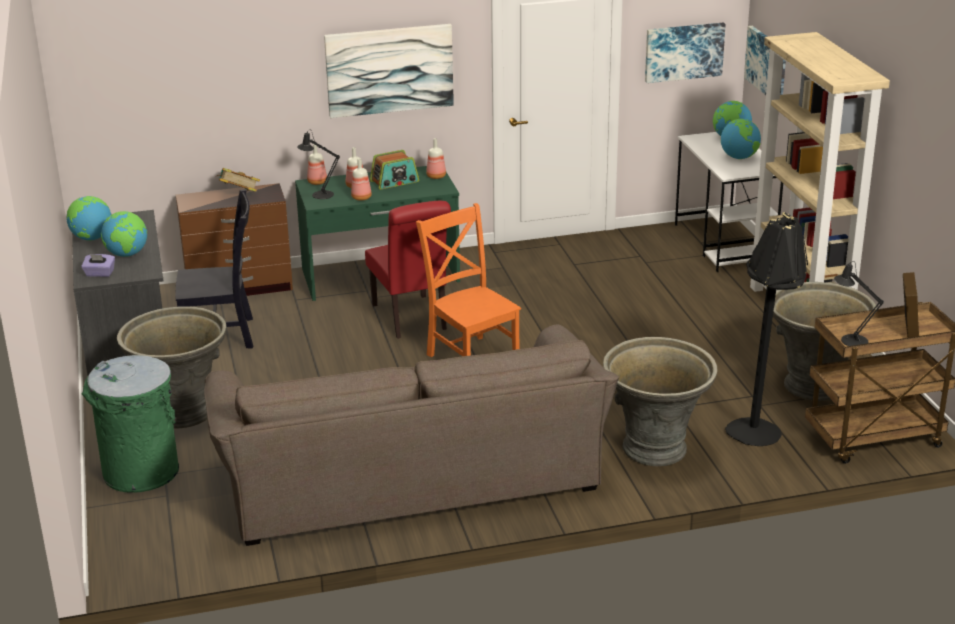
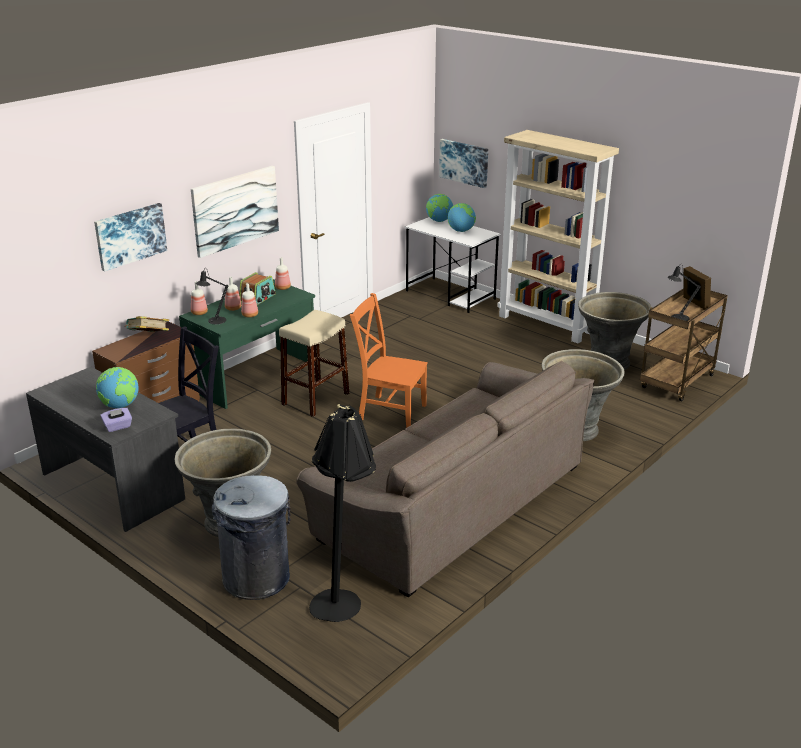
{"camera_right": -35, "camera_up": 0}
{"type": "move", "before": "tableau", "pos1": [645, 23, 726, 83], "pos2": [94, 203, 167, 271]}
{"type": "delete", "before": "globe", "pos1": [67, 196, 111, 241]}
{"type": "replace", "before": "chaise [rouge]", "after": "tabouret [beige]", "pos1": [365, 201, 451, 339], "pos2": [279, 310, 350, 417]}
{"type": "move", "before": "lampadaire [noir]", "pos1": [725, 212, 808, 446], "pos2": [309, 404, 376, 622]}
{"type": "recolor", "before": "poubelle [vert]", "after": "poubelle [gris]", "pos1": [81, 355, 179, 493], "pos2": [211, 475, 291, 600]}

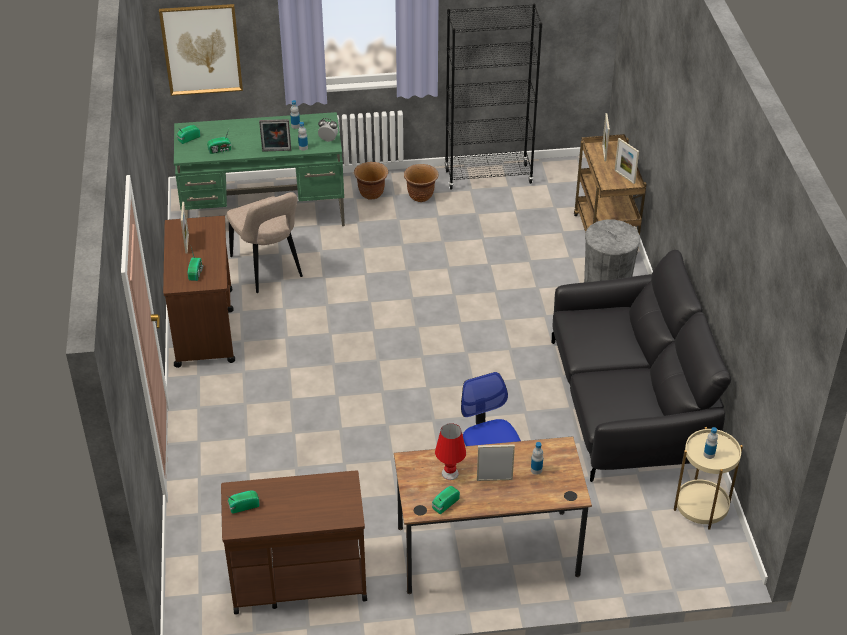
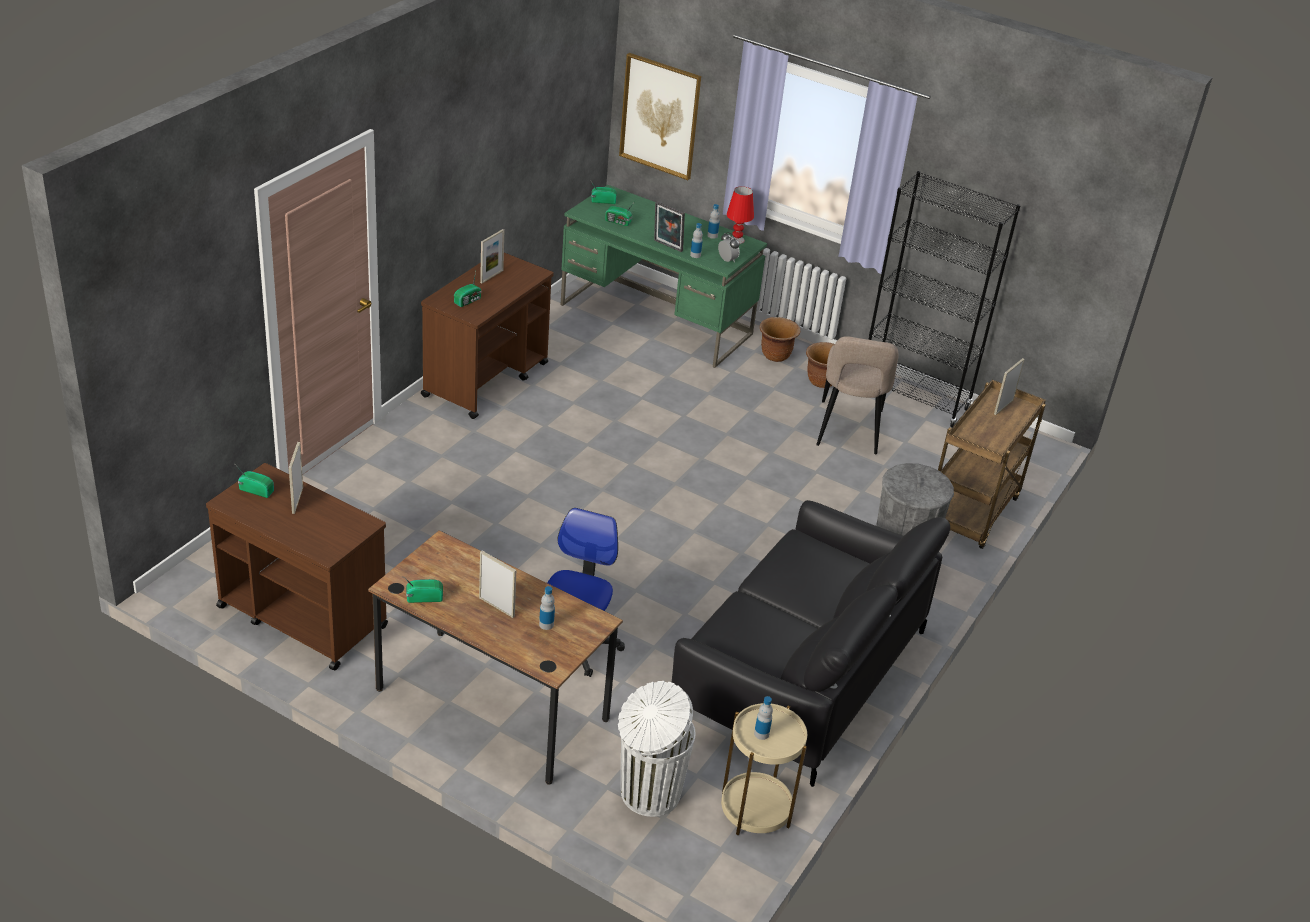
{"camera_right": 35, "camera_up": -5}
{"type": "move", "before": "cadre photo", "pos1": [614, 138, 639, 184], "pos2": [289, 442, 303, 514]}
{"type": "move", "before": "chaise [beige]", "pos1": [227, 192, 303, 293], "pos2": [816, 336, 899, 454]}
{"type": "move", "before": "lampe de table [rouge]", "pos1": [435, 423, 466, 480], "pos2": [726, 186, 754, 244]}
{"type": "insert", "after": "poubelle [blanc]", "pos2": [618, 681, 696, 817]}

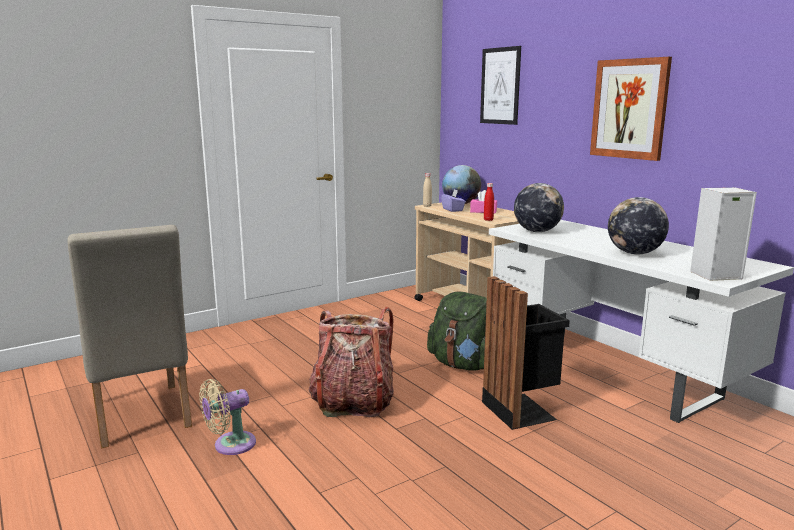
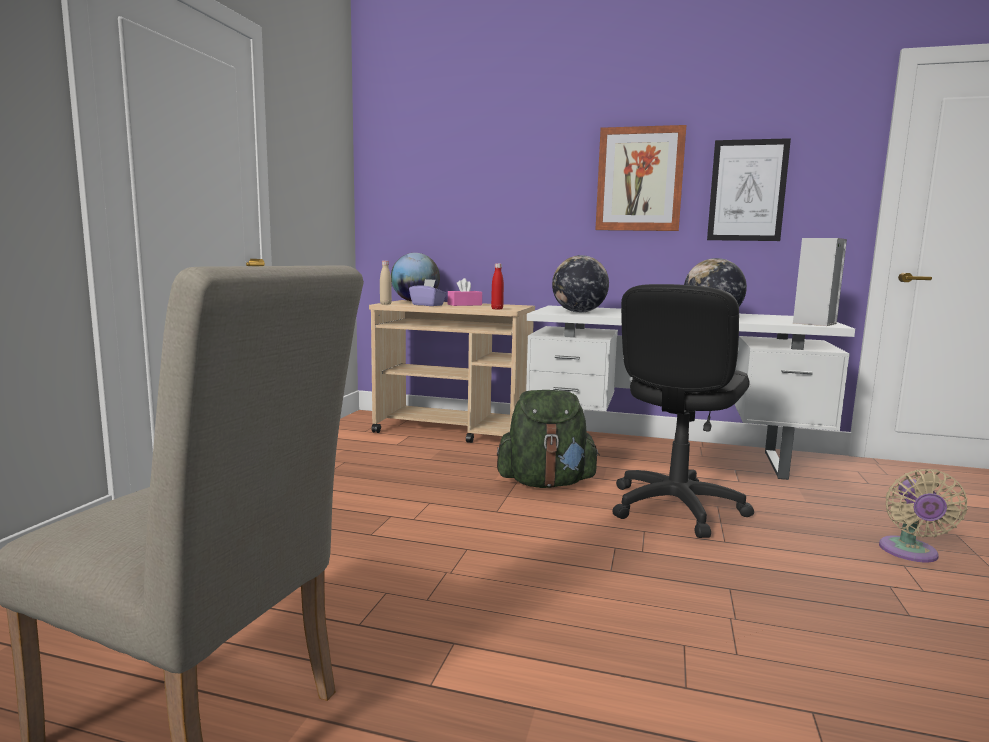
{"camera_right": -40, "camera_up": -5}
{"type": "move", "before": "tableau", "pos1": [480, 46, 521, 125], "pos2": [707, 138, 791, 241]}
{"type": "replace", "before": "poubelle [noir]", "after": "chaise de bureau [noir]", "pos1": [482, 276, 570, 430], "pos2": [612, 284, 754, 538]}
{"type": "delete", "before": "sac à dos", "pos1": [309, 307, 394, 417]}
{"type": "move", "before": "ventilateur [beige]", "pos1": [199, 379, 256, 455], "pos2": [879, 469, 968, 563]}

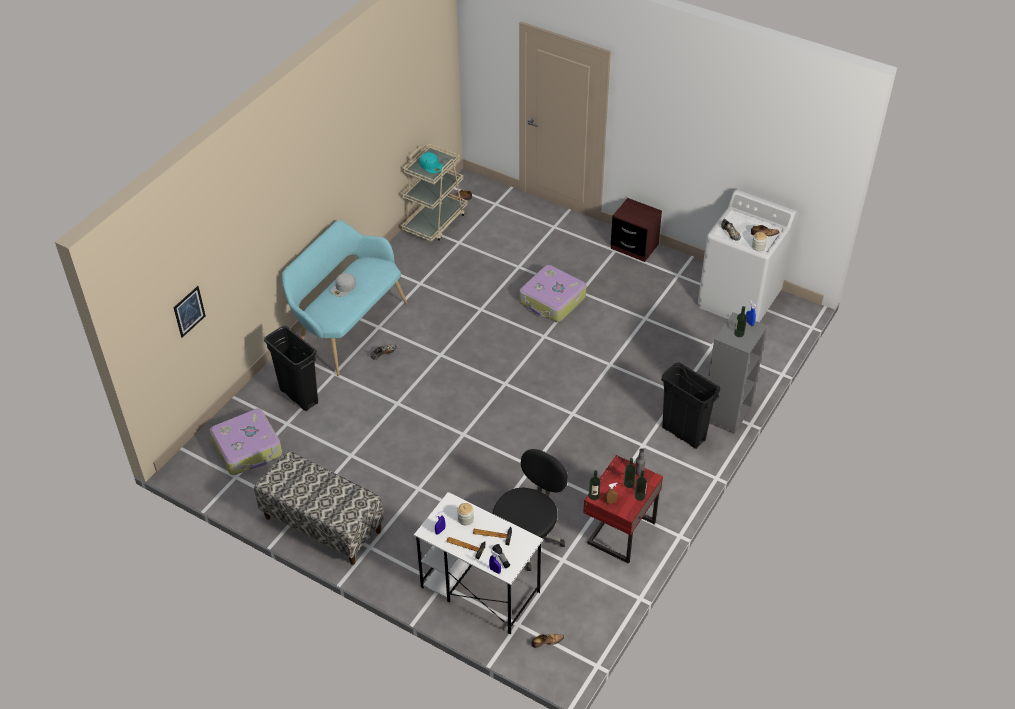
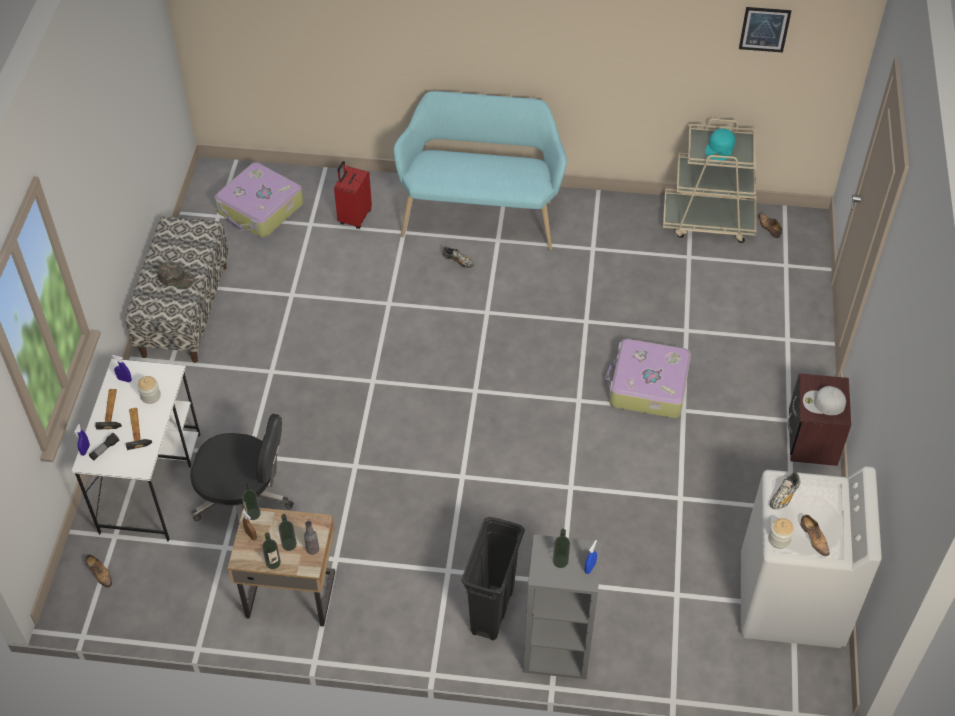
{"camera_right": 65, "camera_up": 5}
{"type": "move", "before": "casquette [blanc]", "pos1": [330, 273, 356, 297], "pos2": [803, 386, 846, 415]}
{"type": "move", "before": "tableau", "pos1": [173, 286, 206, 338], "pos2": [739, 7, 792, 52]}
{"type": "replace", "before": "poubelle [noir]", "after": "valise [rouge]", "pos1": [264, 326, 318, 411], "pos2": [334, 161, 372, 229]}
{"type": "recolor", "before": "table de chevet [rouge]", "after": "table de chevet [beige]", "pos1": [583, 455, 663, 564], "pos2": [228, 506, 335, 627]}
{"type": "insert", "after": "casquette [vert]", "pos2": [157, 261, 196, 289]}

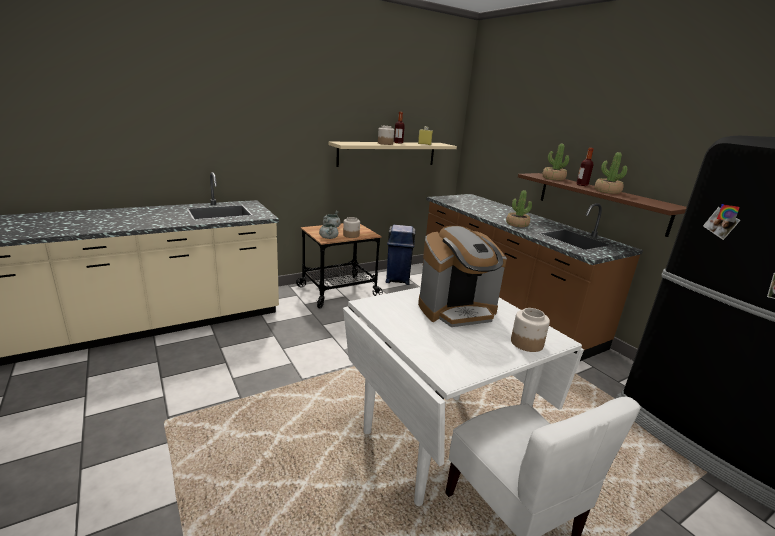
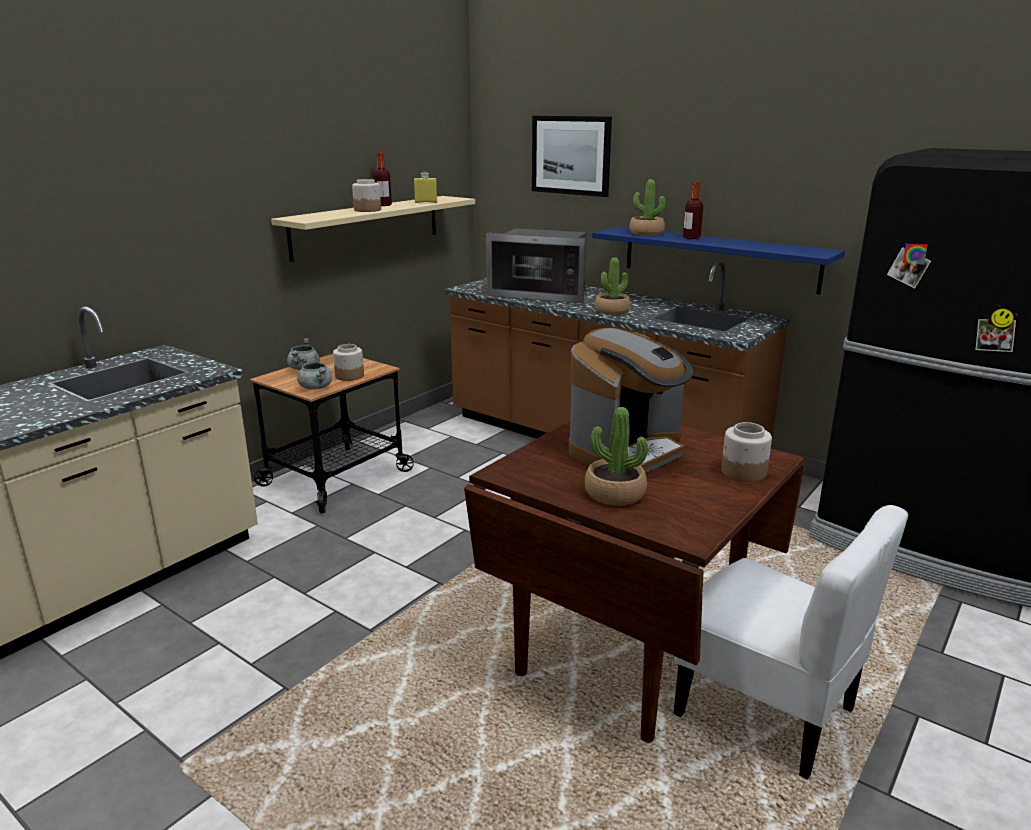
{"camera_right": -20, "camera_up": 0}
{"type": "move", "before": "plante en pot", "pos1": [595, 152, 627, 194], "pos2": [585, 407, 648, 506]}
{"type": "recolor", "before": "étagère [marron]", "after": "étagère [bleu]", "pos1": [518, 173, 687, 237], "pos2": [592, 227, 845, 295]}
{"type": "delete", "before": "poubelle [bleu]", "pos1": [386, 225, 416, 285]}
{"type": "recolor", "before": "table à manger [blanc]", "after": "table à manger [marron]", "pos1": [343, 287, 584, 506], "pos2": [464, 421, 805, 743]}
{"type": "insert", "after": "tableau", "pos2": [532, 116, 612, 197]}
{"type": "insert", "after": "micro-ondes", "pos2": [486, 228, 587, 304]}

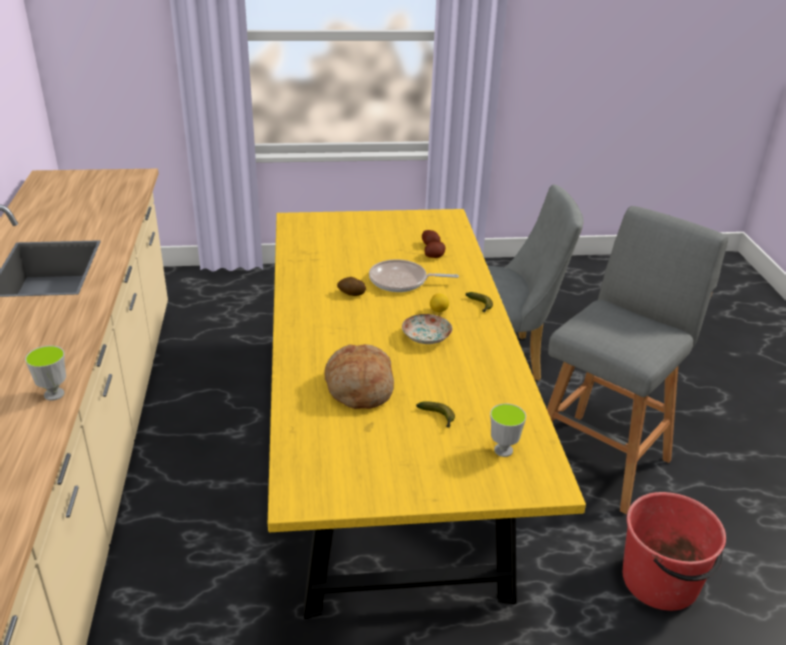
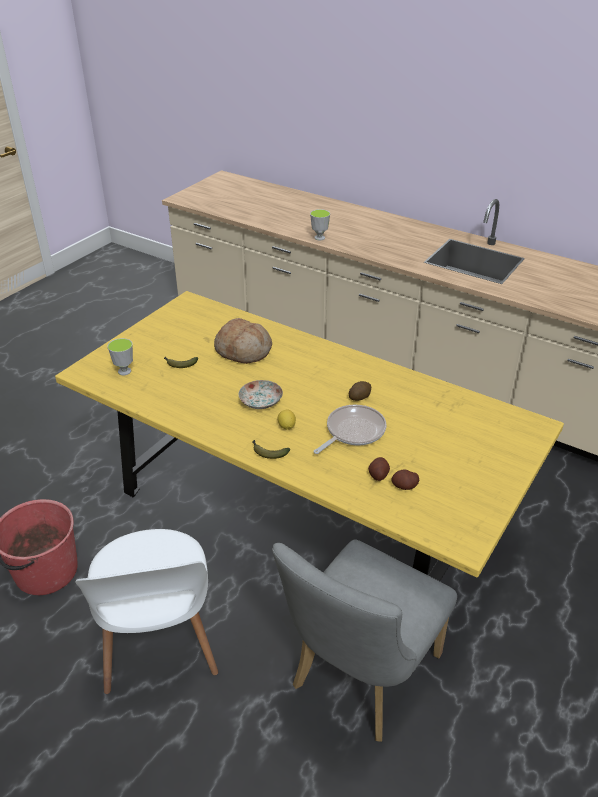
{"camera_right": 130, "camera_up": 5}
{"type": "replace", "before": "tabouret [gris]", "after": "chaise [blanc]", "pos1": [547, 206, 729, 514], "pos2": [75, 529, 218, 694]}

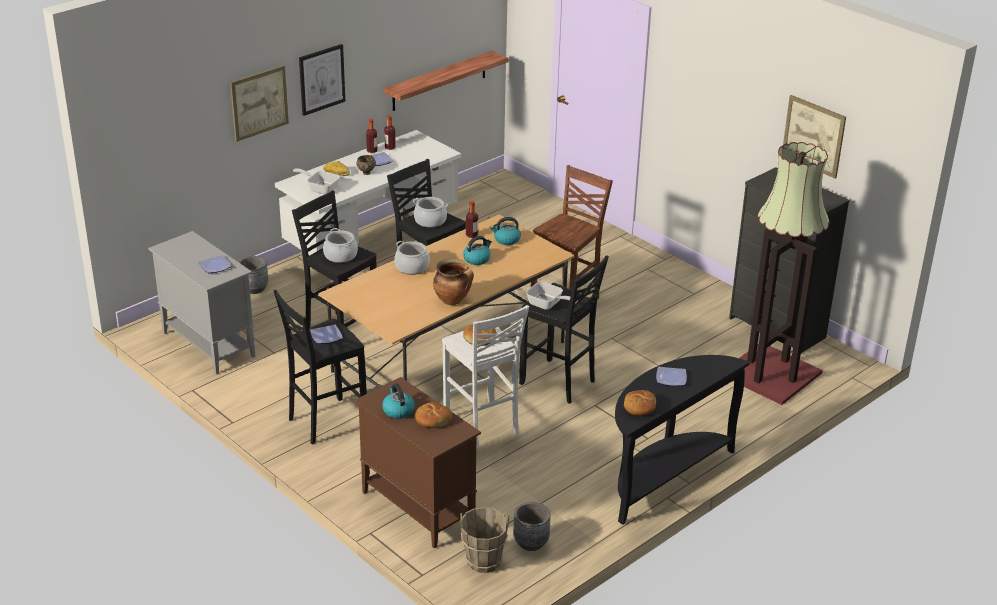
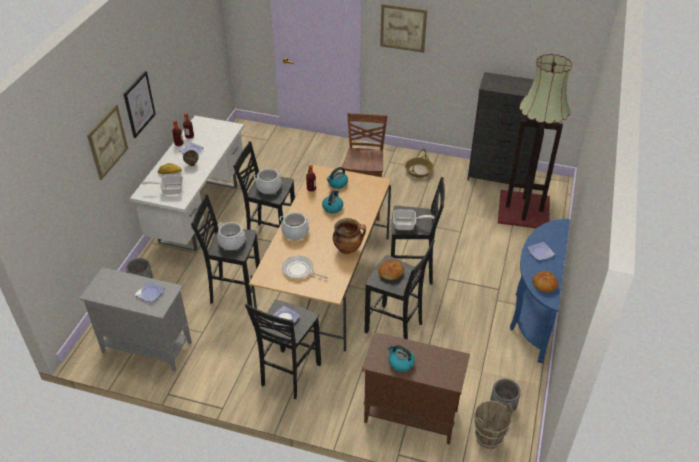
{"camera_right": -30, "camera_up": 10}
{"type": "delete", "before": "étagère", "pos1": [384, 51, 508, 111]}
{"type": "move", "before": "tableau", "pos1": [783, 95, 846, 178], "pos2": [380, 4, 427, 53]}
{"type": "recolor", "before": "tabouret [blanc]", "after": "tabouret [noir]", "pos1": [442, 305, 529, 449], "pos2": [365, 240, 435, 340]}
{"type": "recolor", "before": "table console [noir]", "after": "table console [bleu]", "pos1": [615, 355, 750, 525], "pos2": [510, 219, 570, 363]}
{"type": "delete", "before": "pain", "pos1": [415, 402, 452, 428]}
{"type": "insert", "after": "panier", "pos2": [405, 149, 434, 178]}
{"type": "insert", "after": "poêle", "pos2": [282, 256, 328, 279]}

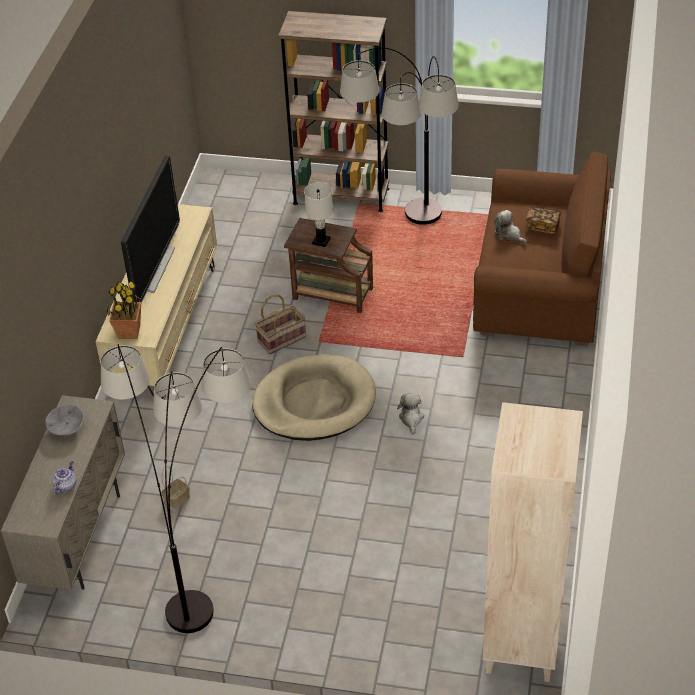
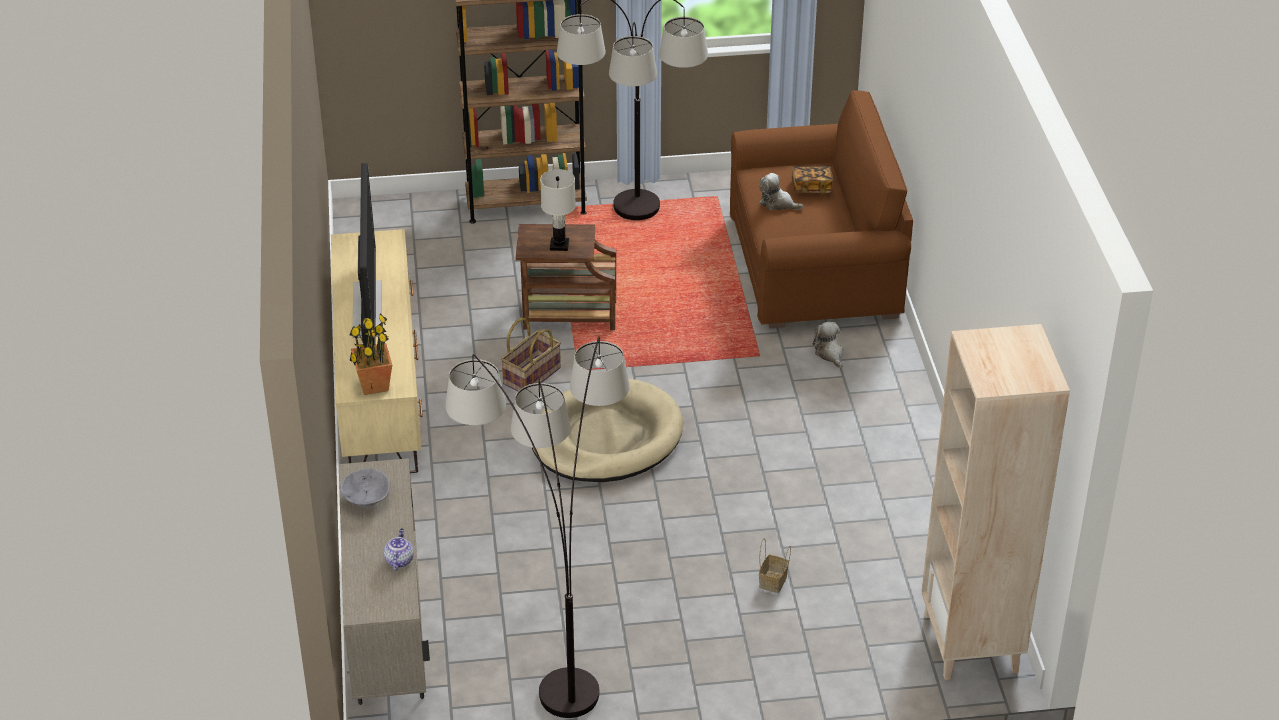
{"camera_right": -20, "camera_up": -5}
{"type": "move", "before": "peluche", "pos1": [397, 393, 424, 434], "pos2": [813, 322, 843, 368]}
{"type": "move", "before": "panier", "pos1": [162, 467, 190, 510], "pos2": [759, 538, 791, 593]}

